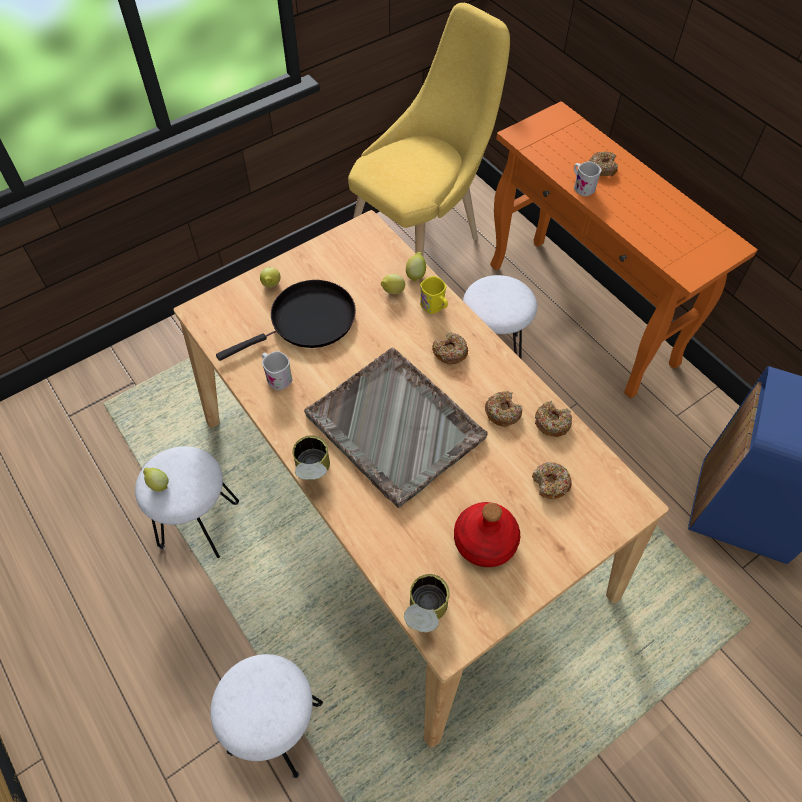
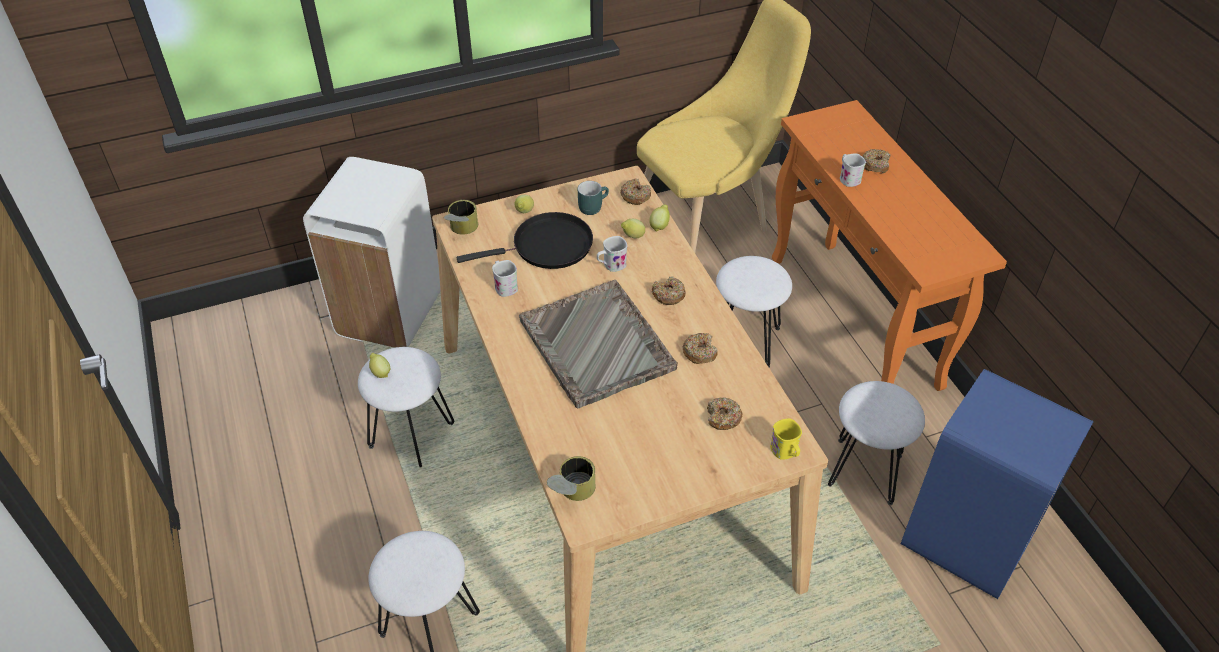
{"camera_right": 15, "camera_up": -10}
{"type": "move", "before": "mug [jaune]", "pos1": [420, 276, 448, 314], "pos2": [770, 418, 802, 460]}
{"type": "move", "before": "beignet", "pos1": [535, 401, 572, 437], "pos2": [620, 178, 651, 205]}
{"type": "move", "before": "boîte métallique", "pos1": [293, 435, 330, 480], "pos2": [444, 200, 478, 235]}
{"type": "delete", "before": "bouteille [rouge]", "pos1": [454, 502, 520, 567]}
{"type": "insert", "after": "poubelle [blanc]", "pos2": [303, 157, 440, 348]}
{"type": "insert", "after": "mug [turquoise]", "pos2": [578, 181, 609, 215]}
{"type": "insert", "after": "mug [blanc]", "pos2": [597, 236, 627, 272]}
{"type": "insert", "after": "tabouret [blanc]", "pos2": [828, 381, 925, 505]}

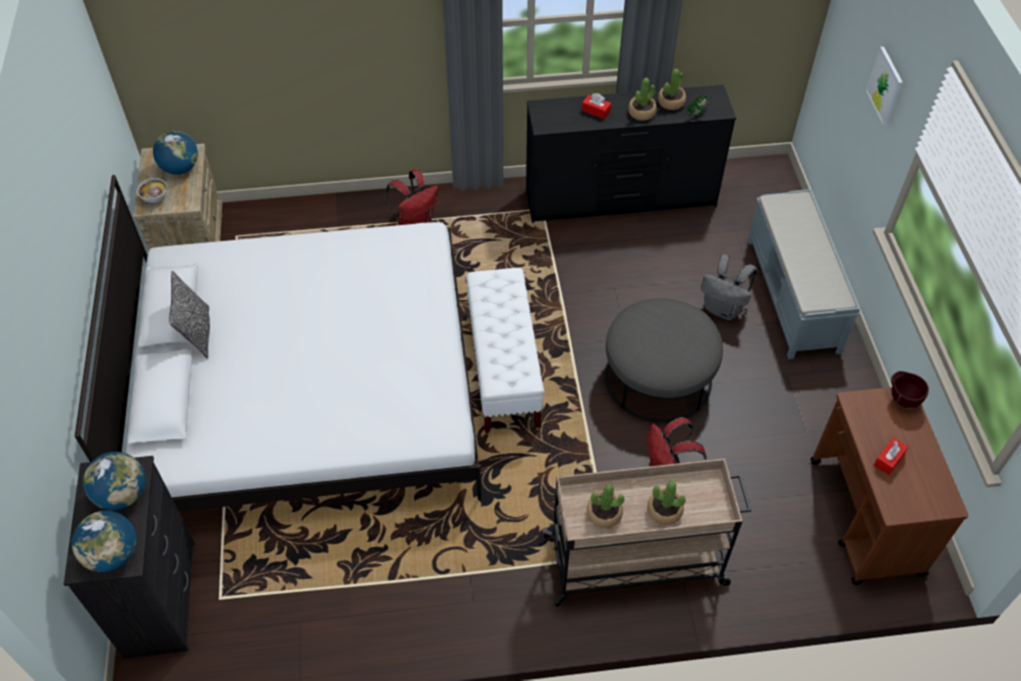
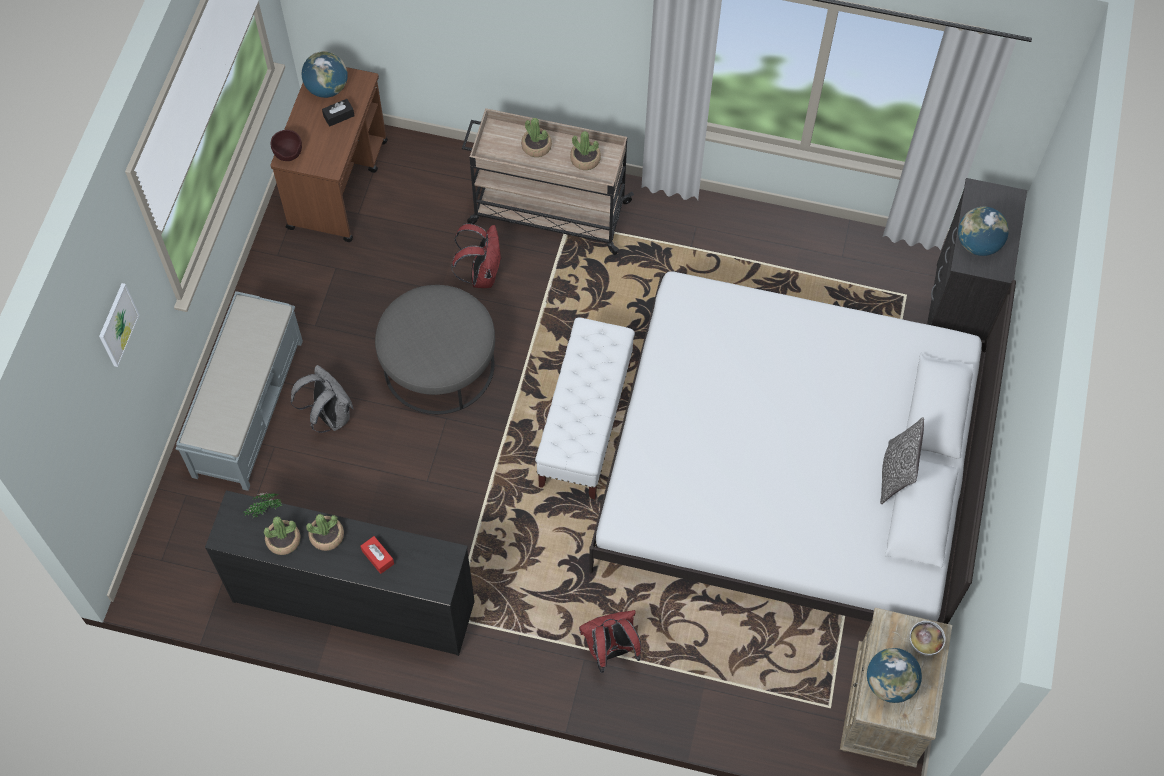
{"camera_right": -160, "camera_up": 10}
{"type": "recolor", "before": "boîte à mouchoirs [rouge]", "after": "boîte à mouchoirs [noir]", "pos1": [874, 437, 908, 475], "pos2": [322, 99, 355, 127]}
{"type": "move", "before": "globe", "pos1": [72, 511, 136, 572], "pos2": [302, 51, 348, 98]}

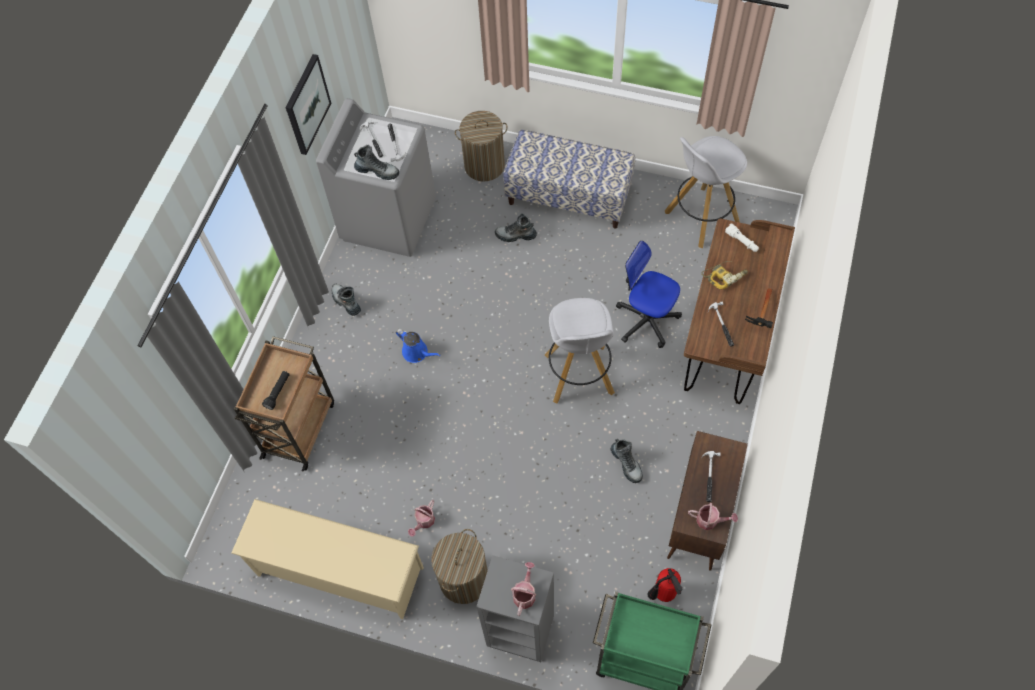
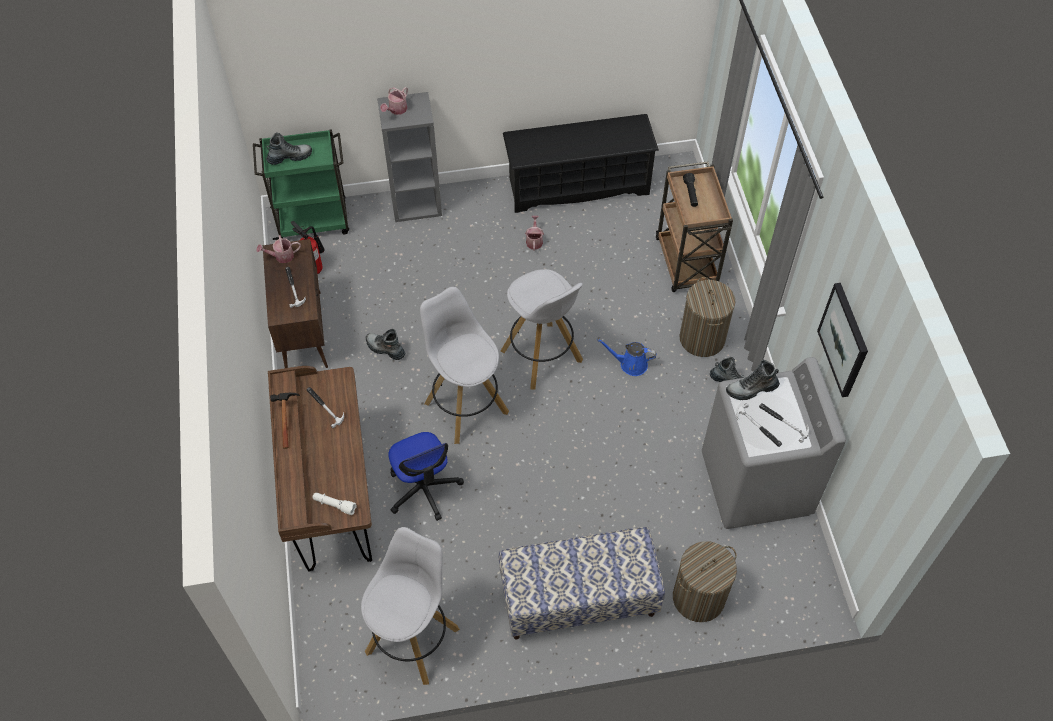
{"camera_right": 150, "camera_up": -5}
{"type": "move", "before": "botte", "pos1": [495, 213, 537, 242], "pos2": [266, 133, 312, 165]}
{"type": "rotate", "before": "chaise de bureau", "pos1": [616, 241, 682, 348], "pos2": [388, 432, 464, 521], "turn": 60}
{"type": "delete", "before": "perceuse", "pos1": [701, 261, 748, 290]}
{"type": "recolor", "before": "étagère à chaussures [beige]", "after": "étagère à chaussures [noir]", "pos1": [231, 499, 424, 619], "pos2": [503, 114, 659, 213]}
{"type": "move", "before": "panier à linge", "pos1": [431, 529, 488, 604], "pos2": [679, 277, 736, 357]}
{"type": "rotate", "before": "arrosoir", "pos1": [511, 562, 536, 616], "pos2": [380, 87, 408, 115], "turn": 45}
{"type": "insert", "after": "tabouret [blanc]", "pos2": [500, 269, 583, 390]}

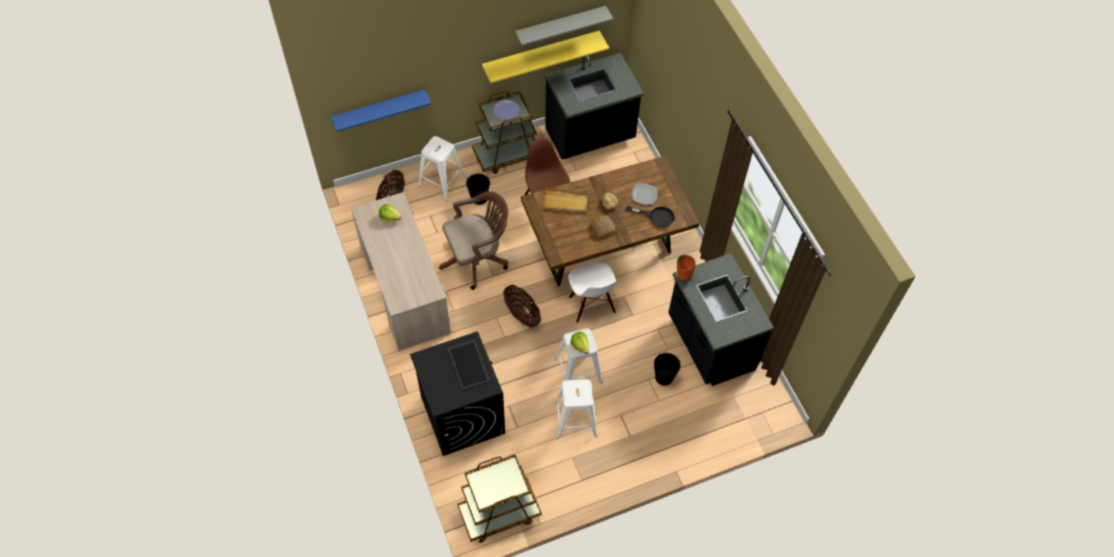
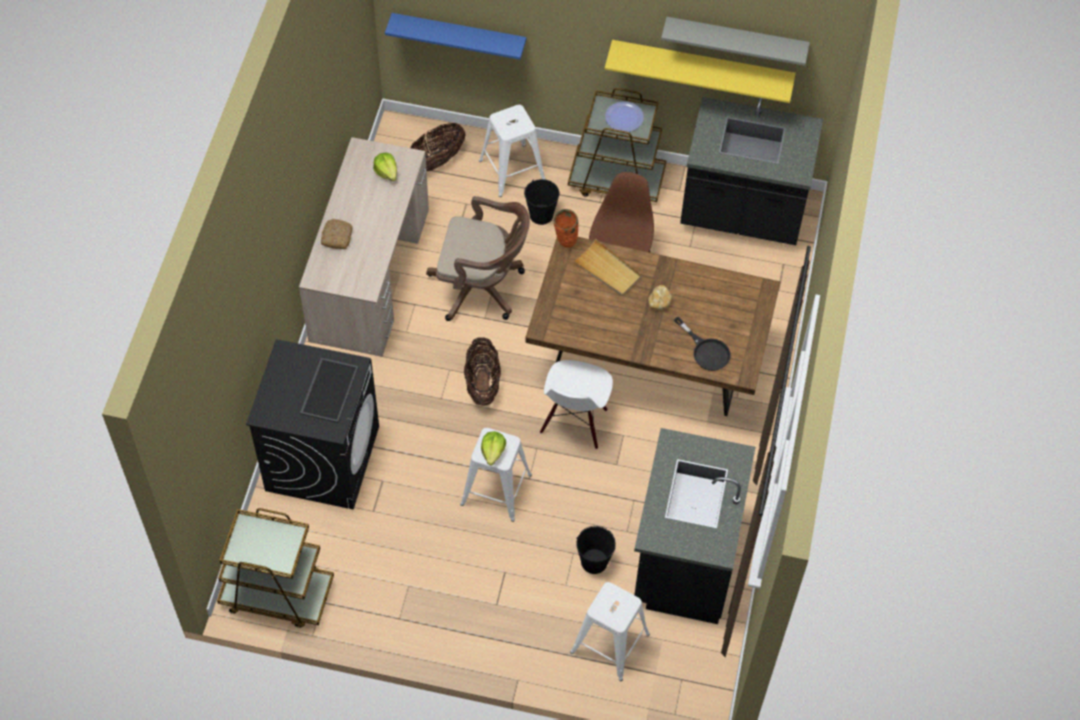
{"camera_right": 35, "camera_up": 0}
{"type": "delete", "before": "assiette", "pos1": [632, 184, 657, 205]}
{"type": "move", "before": "pain", "pos1": [591, 216, 616, 237], "pos2": [321, 219, 352, 249]}
{"type": "move", "before": "vase [orange]", "pos1": [677, 255, 695, 281], "pos2": [554, 209, 578, 248]}
{"type": "move", "before": "tabouret [blanc]", "pos1": [554, 379, 597, 439], "pos2": [570, 582, 650, 681]}

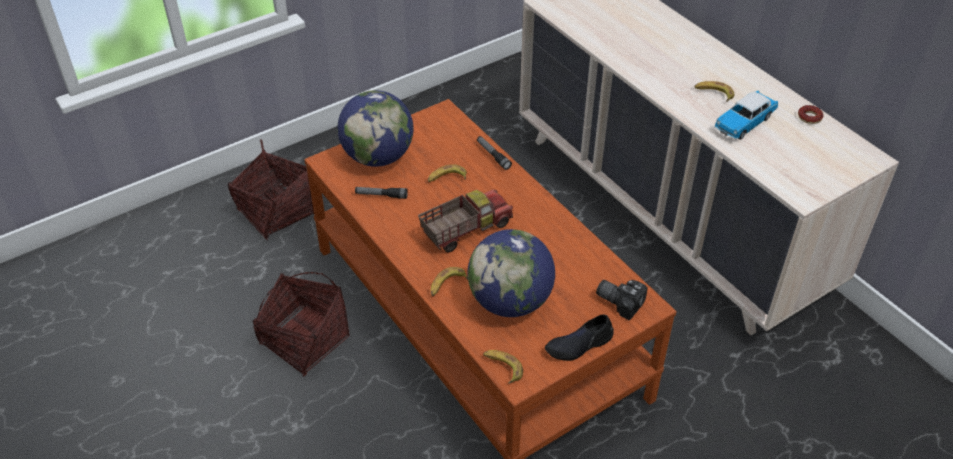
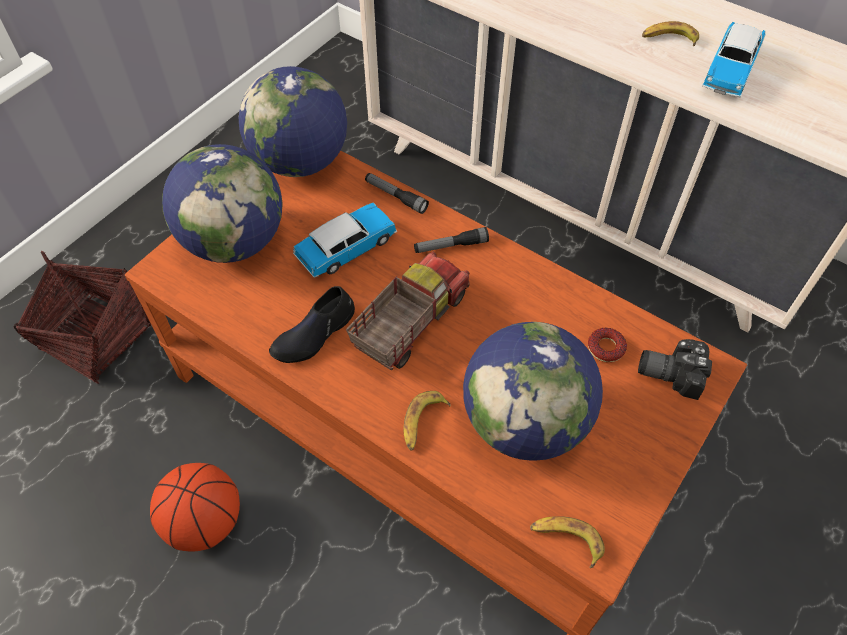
{"camera_right": -20, "camera_up": 10}
{"type": "move", "before": "beignet", "pos1": [798, 105, 823, 124], "pos2": [588, 328, 627, 362]}
{"type": "replace", "before": "banane", "after": "petite voiture", "pos1": [428, 164, 467, 182], "pos2": [293, 203, 397, 278]}
{"type": "move", "before": "lampe de poche", "pos1": [355, 187, 408, 199], "pos2": [414, 227, 489, 253]}
{"type": "replace", "before": "panier", "after": "ballon de basket", "pos1": [253, 272, 350, 377], "pos2": [150, 463, 240, 551]}
{"type": "move", "before": "chaussure [noir]", "pos1": [545, 314, 614, 361], "pos2": [269, 286, 355, 363]}
{"type": "insert", "after": "globe", "pos2": [239, 66, 347, 177]}

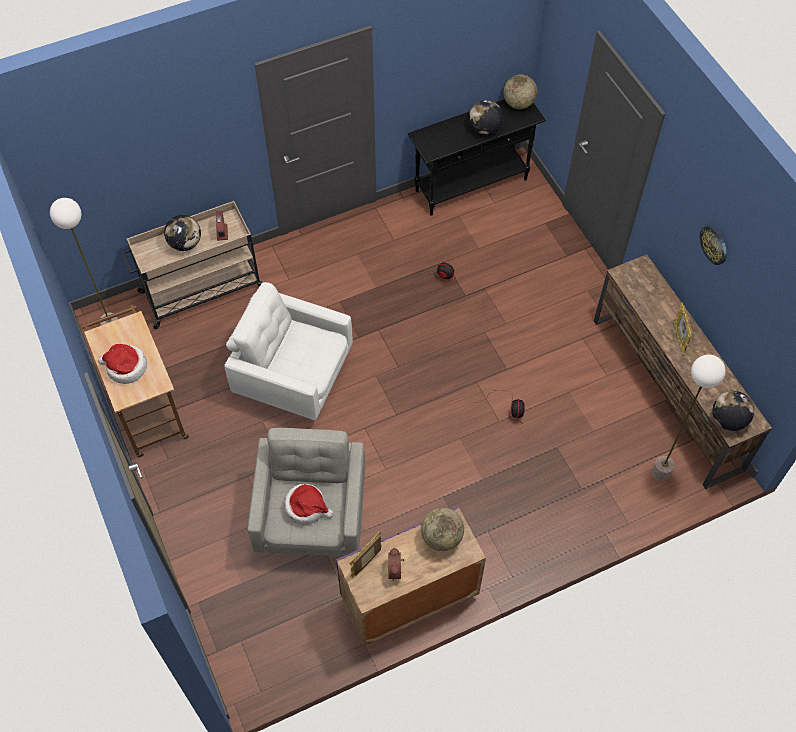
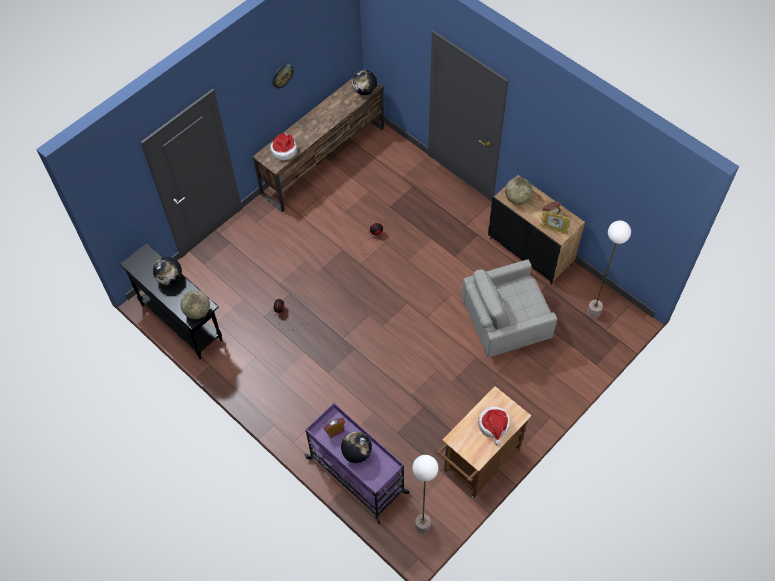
{"camera_right": -110, "camera_up": 0}
{"type": "move", "before": "globe", "pos1": [504, 74, 537, 109], "pos2": [181, 290, 210, 319]}
{"type": "recolor", "before": "chariot [beige]", "after": "chariot [violet]", "pos1": [122, 201, 263, 329], "pos2": [304, 403, 410, 524]}
{"type": "delete", "before": "fauteuil [blanc]", "pos1": [224, 282, 353, 420]}
{"type": "delete", "before": "cadre photo", "pos1": [674, 302, 693, 355]}
{"type": "move", "before": "lampadaire", "pos1": [652, 354, 726, 481], "pos2": [587, 220, 631, 318]}
{"type": "move", "before": "chapeau", "pos1": [284, 484, 334, 525], "pos2": [270, 133, 297, 160]}
{"type": "recolor", "before": "meuble de rangement [violet]", "after": "meuble de rangement [noir]", "pos1": [336, 506, 486, 647], "pos2": [488, 175, 585, 285]}

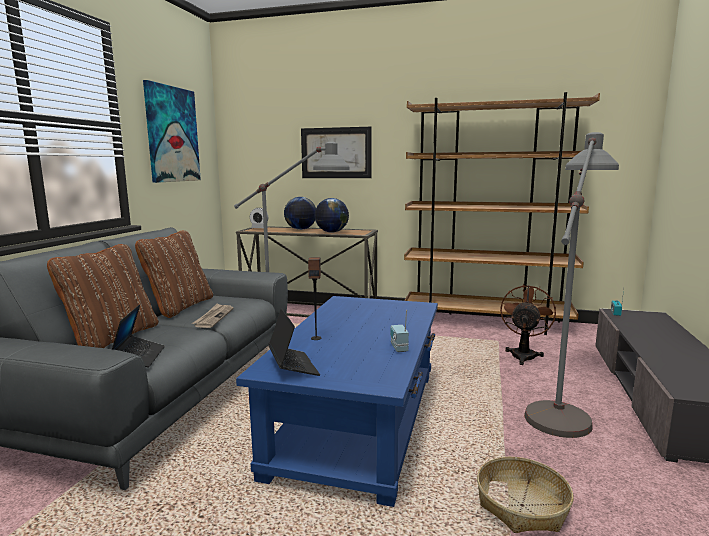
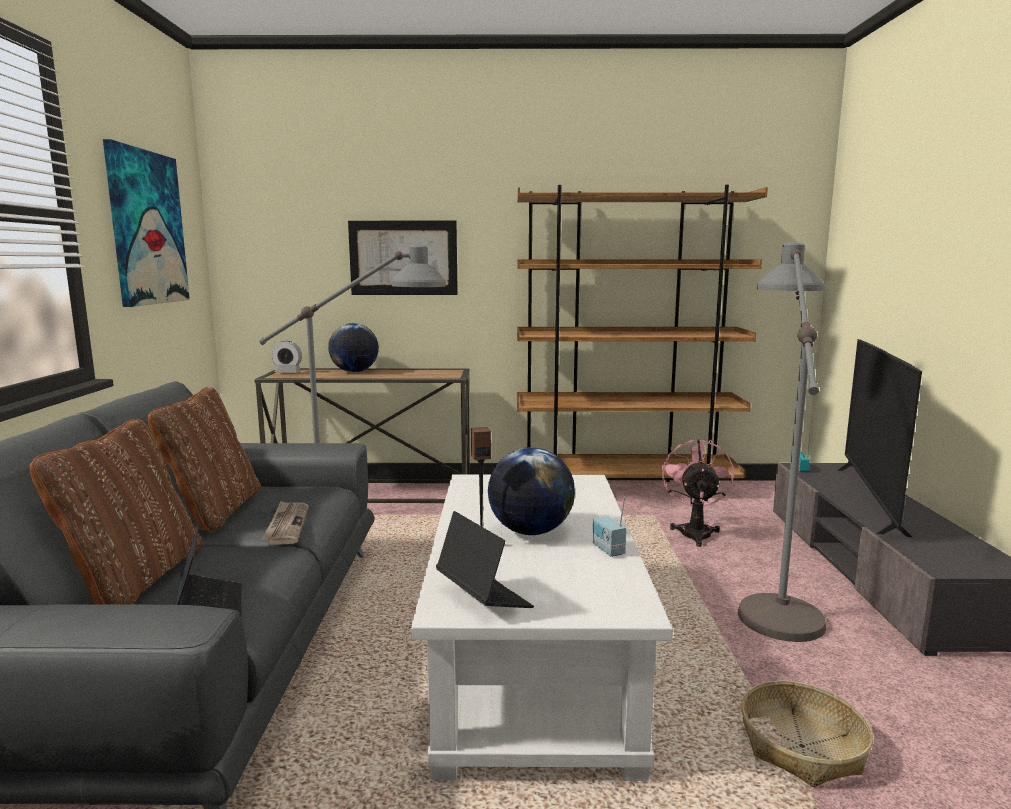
{"camera_right": -15, "camera_up": 0}
{"type": "move", "before": "globe", "pos1": [315, 198, 349, 233], "pos2": [488, 447, 575, 535]}
{"type": "recolor", "before": "ventilateur [marron]", "after": "ventilateur [rose]", "pos1": [500, 284, 556, 365], "pos2": [662, 437, 734, 547]}
{"type": "recolor", "before": "table basse [bleu]", "after": "table basse [blanc]", "pos1": [236, 296, 438, 507], "pos2": [411, 474, 673, 781]}
{"type": "insert", "after": "téléviseur", "pos2": [837, 339, 922, 537]}

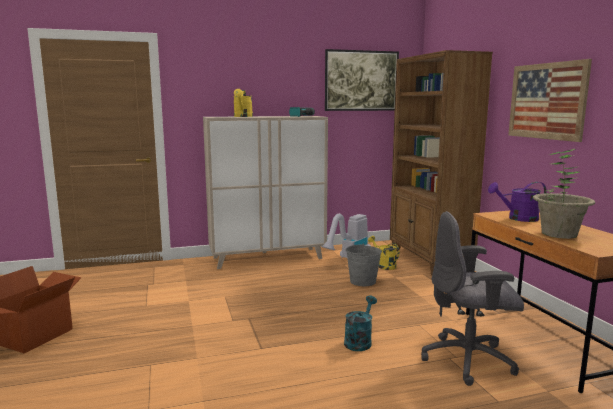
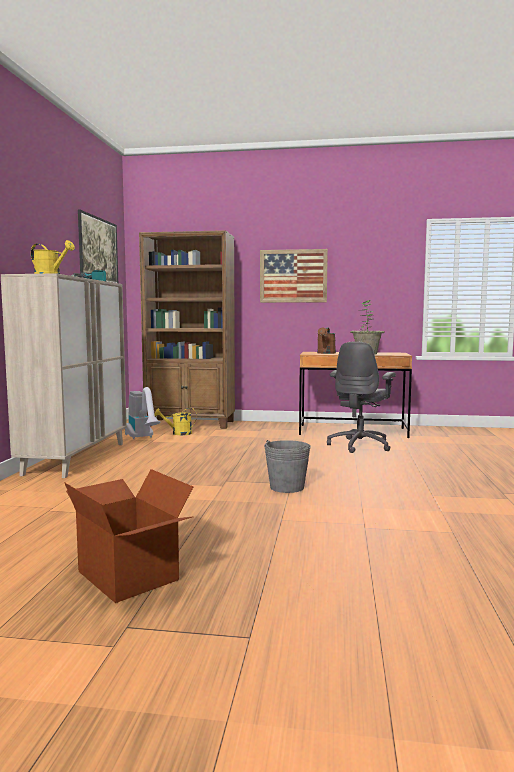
{"camera_right": -65, "camera_up": -5}
{"type": "recolor", "before": "arrosoir [violet]", "after": "arrosoir [marron]", "pos1": [488, 182, 547, 222], "pos2": [317, 327, 336, 354]}
{"type": "move", "before": "seau [gris]", "pos1": [345, 243, 382, 286], "pos2": [264, 440, 311, 493]}
{"type": "delete", "before": "arrosoir [turquoise]", "pos1": [344, 295, 377, 351]}

